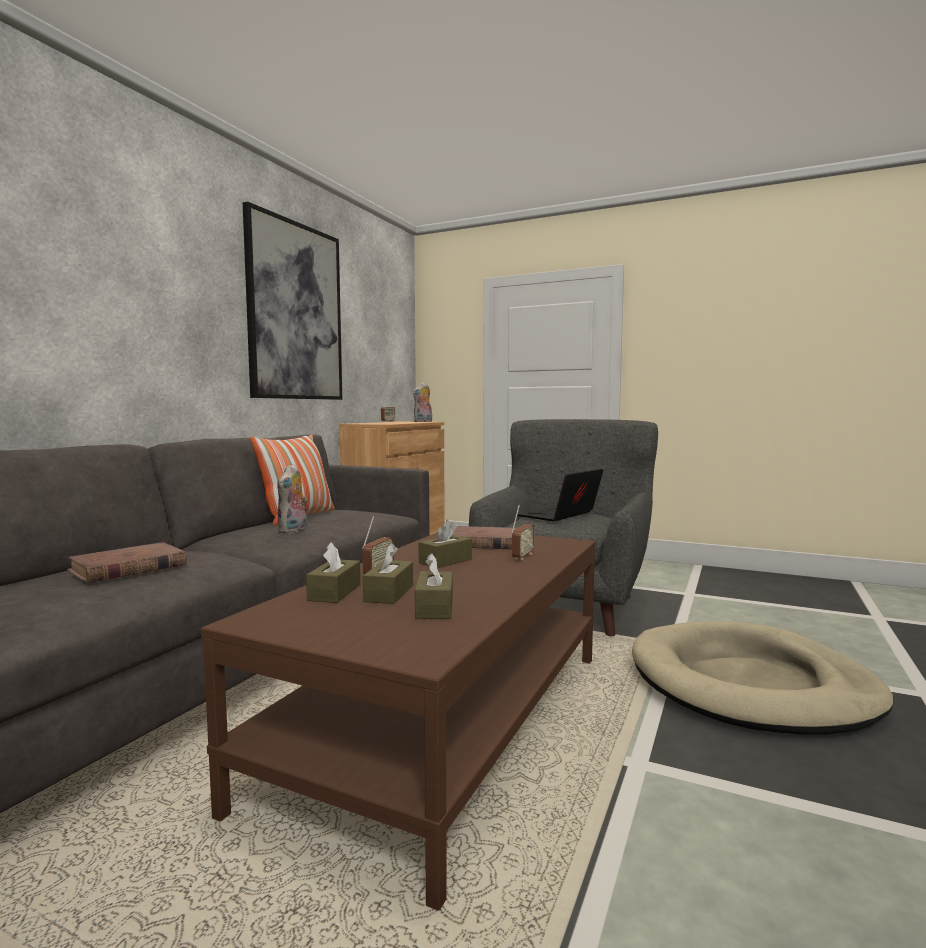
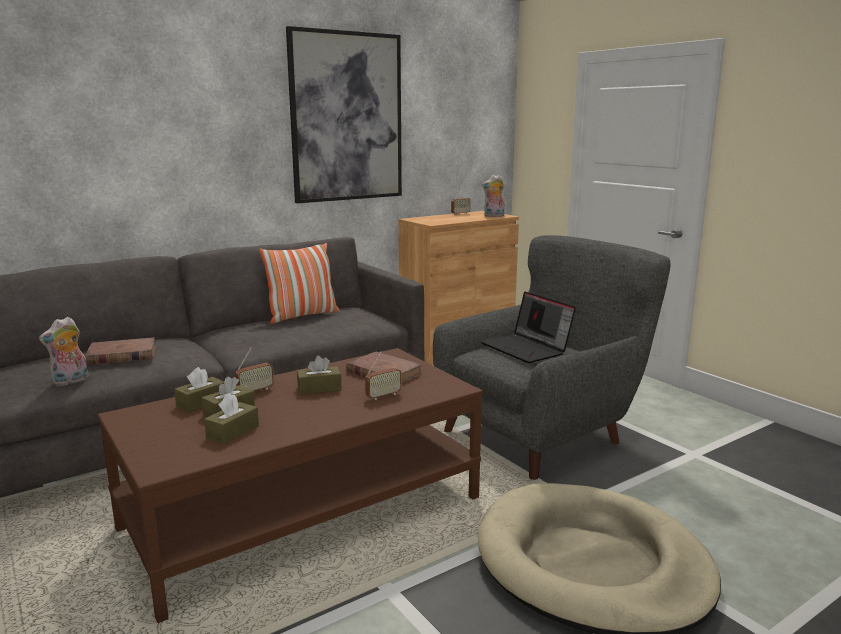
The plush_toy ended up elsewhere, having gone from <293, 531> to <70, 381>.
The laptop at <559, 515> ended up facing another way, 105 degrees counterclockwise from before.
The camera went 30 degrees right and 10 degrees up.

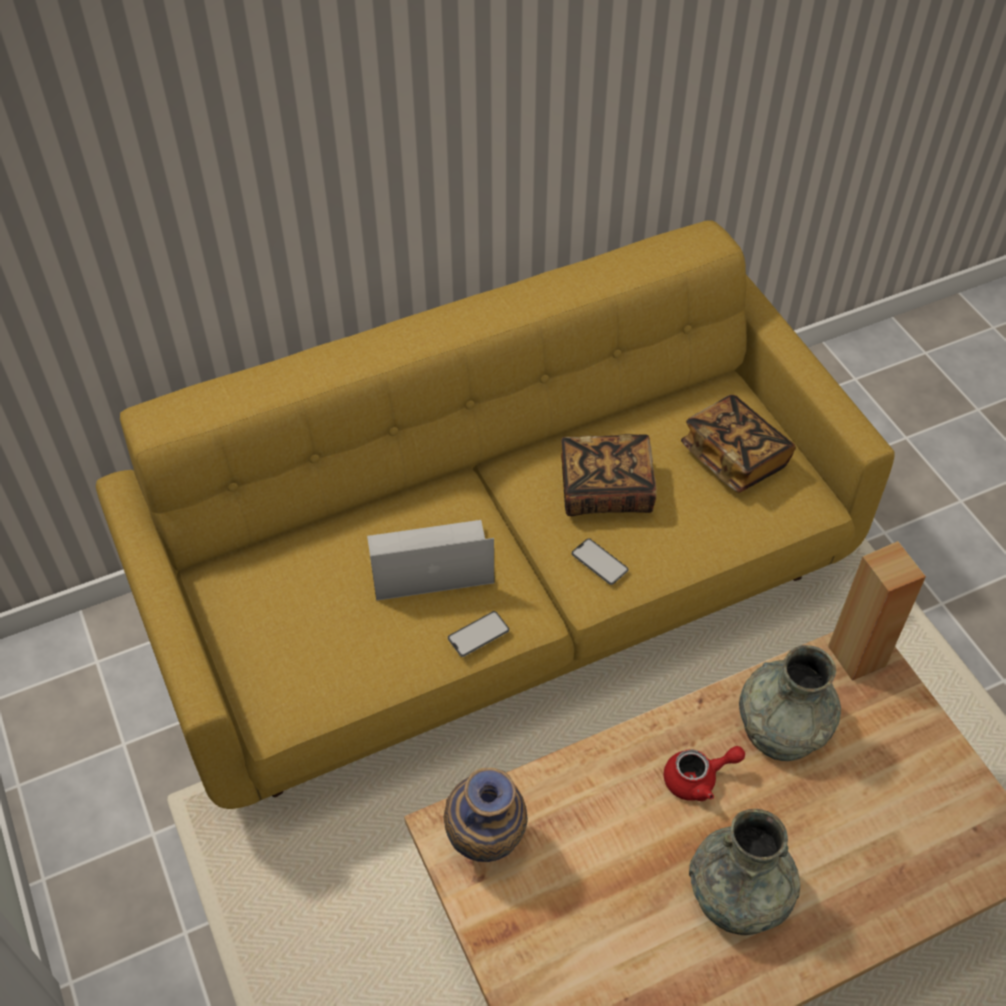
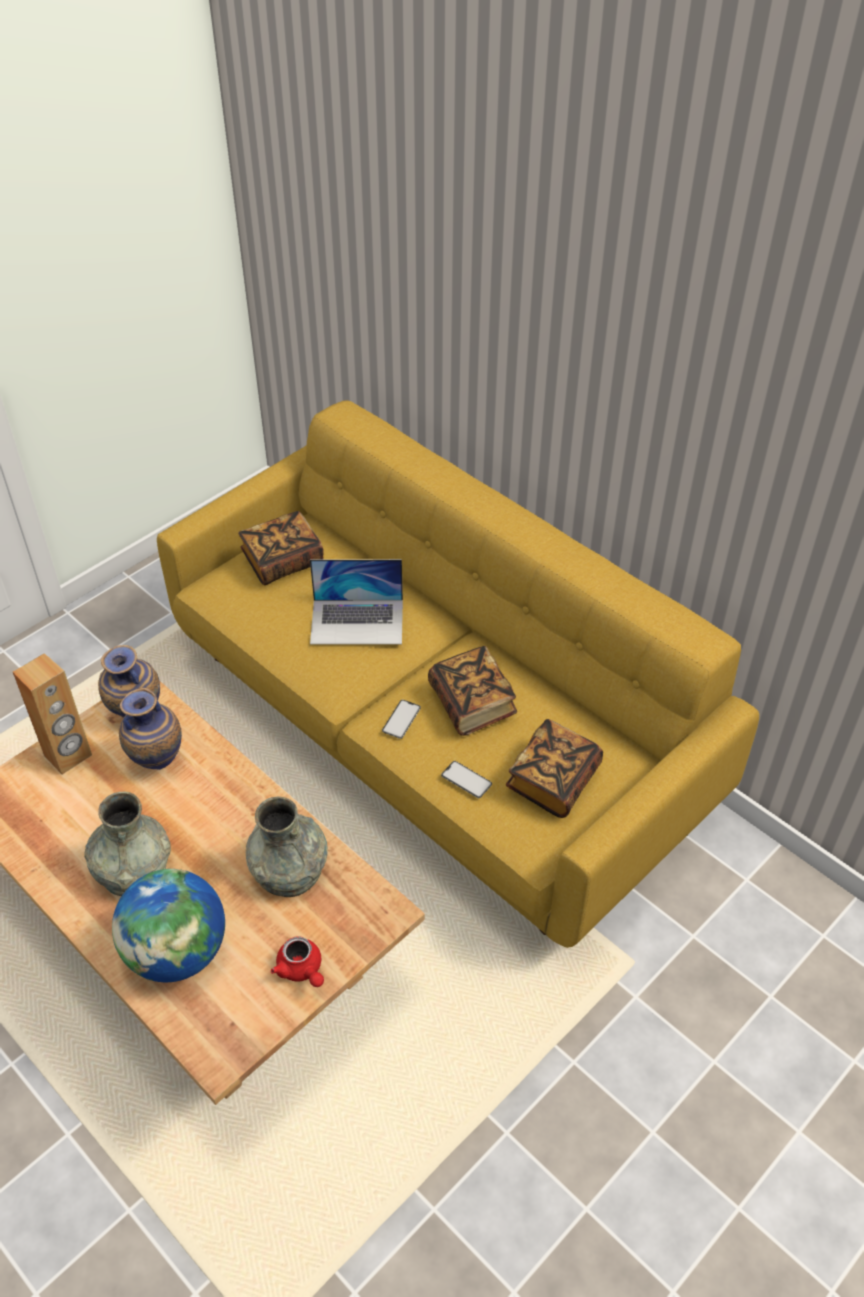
The second view gained the globe at <177, 953>.
The second view gained the vase at <158, 762>.
The second view gained the book at <283, 561>.
The phone ended up elsewhere, having gone from <478, 634> to <466, 779>.
The red_teapot ended up elsewhere, having gone from <698, 779> to <301, 970>.
The brown_speaker ended up elsewhere, having gone from <857, 655> to <68, 756>.
The laptop at <429, 560> ended up facing another way, 120 degrees clockwise from before.
The camera went 70 degrees right and 5 degrees down.

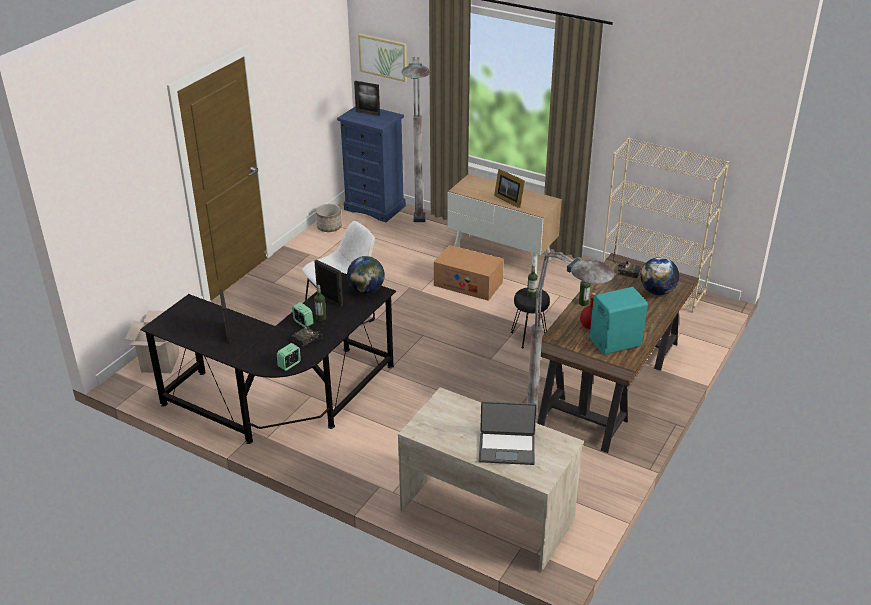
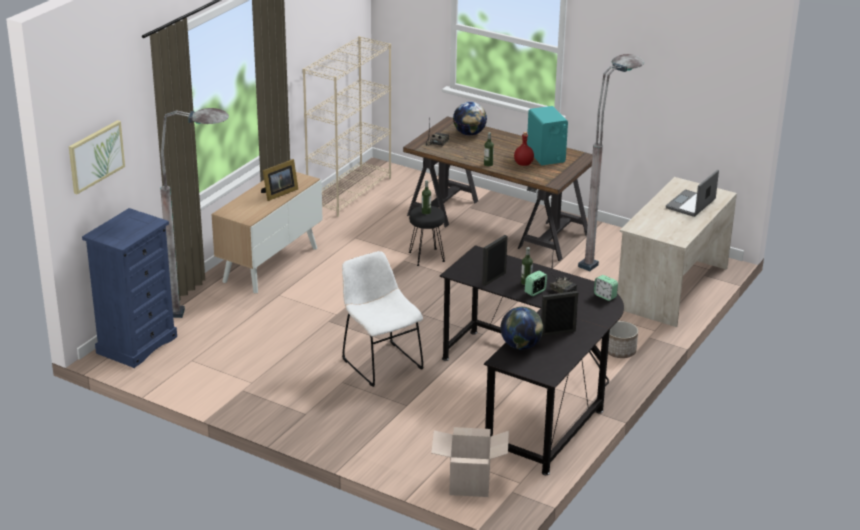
The second view lost the picture_frame at <367, 113>.
The second view lost the cardboard_box at <468, 284>.
The planter ended up elsewhere, having gone from <329, 227> to <620, 351>.
The globe ended up elsewhere, having gone from <366, 290> to <521, 346>.
The laptop at <507, 448> ended up facing another way, 150 degrees counterclockwise from before.
The camera went 90 degrees left and 5 degrees down.

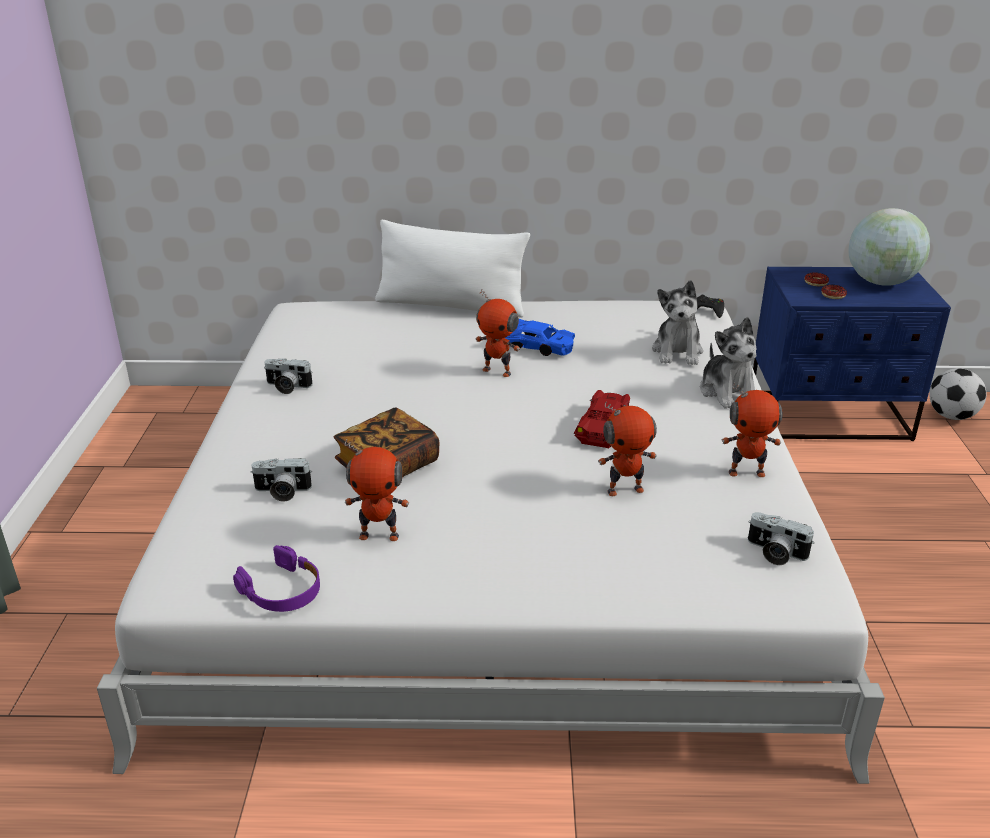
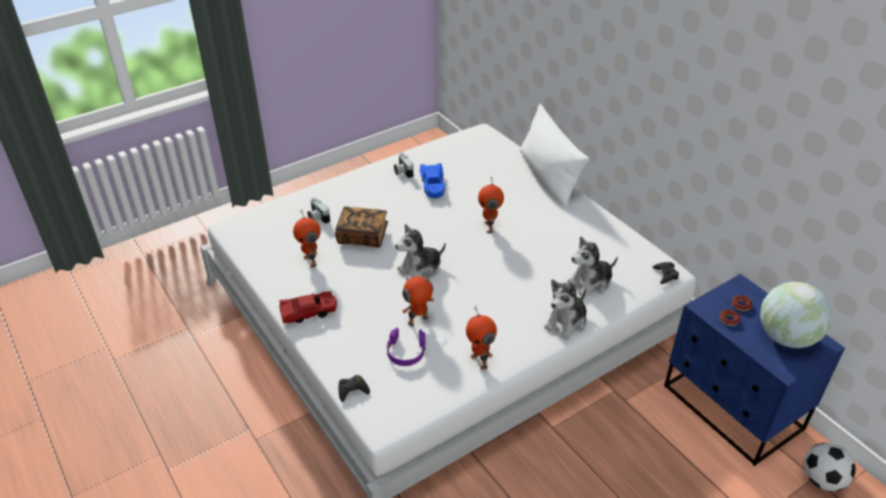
The second view lost the photo_camera at <775, 553>.
The second view gained the black_game_controller at <352, 390>.
The second view gained the plush_toy at <420, 270>.
The purple_headphones ended up elsewhere, having gone from <282, 590> to <406, 351>.
The blue_toy_car ended up elsewhere, having gone from <536, 346> to <432, 185>.
The red_toy_car ended up elsewhere, having gone from <604, 427> to <308, 312>.
The toy_robot at <625, 489> ended up facing another way, 105 degrees clockwise from before.
The camera went 55 degrees right and 10 degrees up.

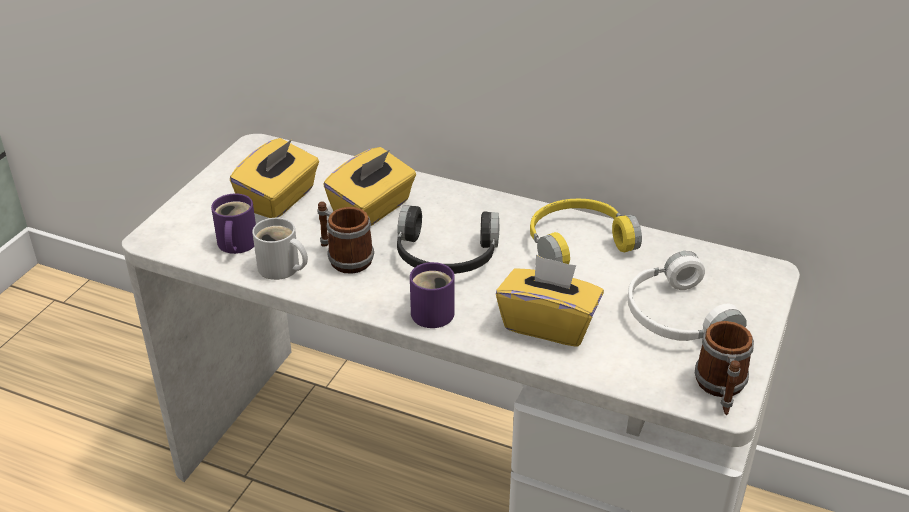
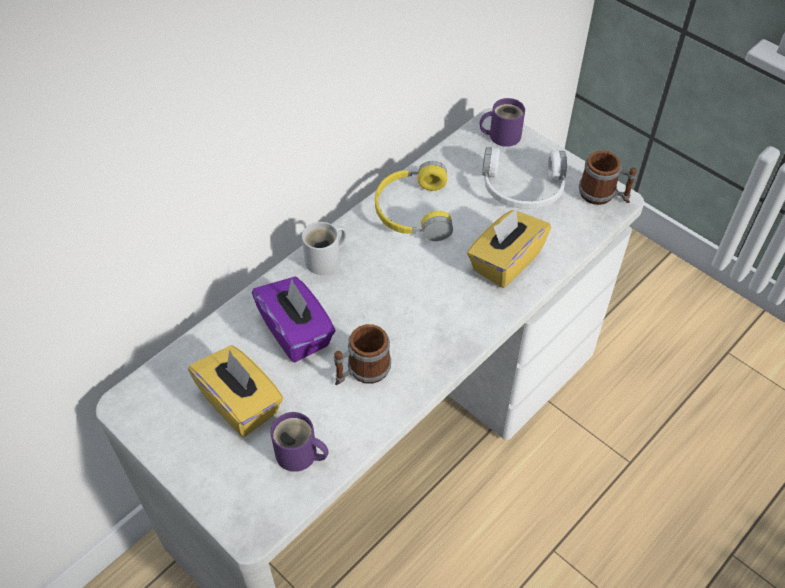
The second view lost the black_headphones at <446, 256>.
The white_mug ended up elsewhere, having gone from <281, 269> to <326, 260>.
The purple_mug ended up elsewhere, having gone from <432, 310> to <501, 135>.
What was the yellow_tissue_box at <372, 209> turned into the purple_tissue_box at <296, 332>.
The camera went 70 degrees left and 15 degrees up.

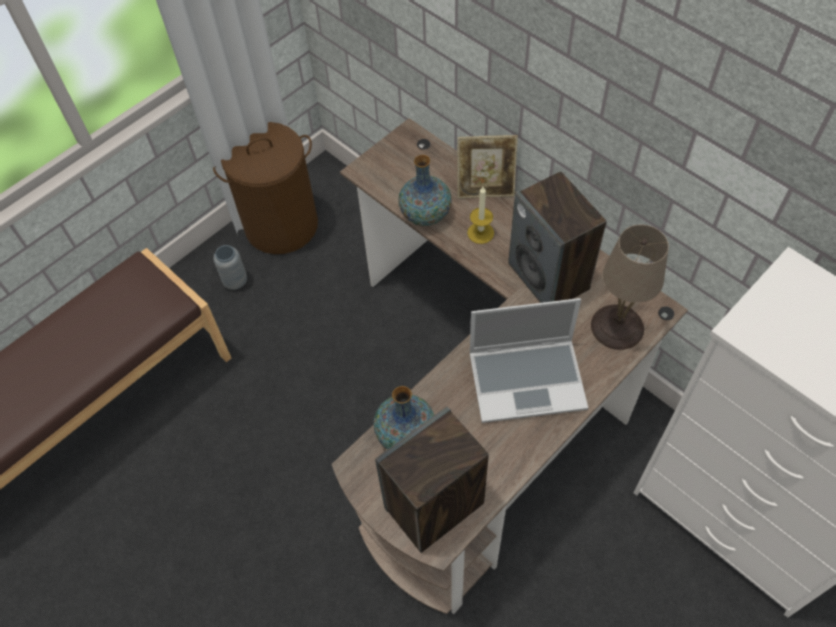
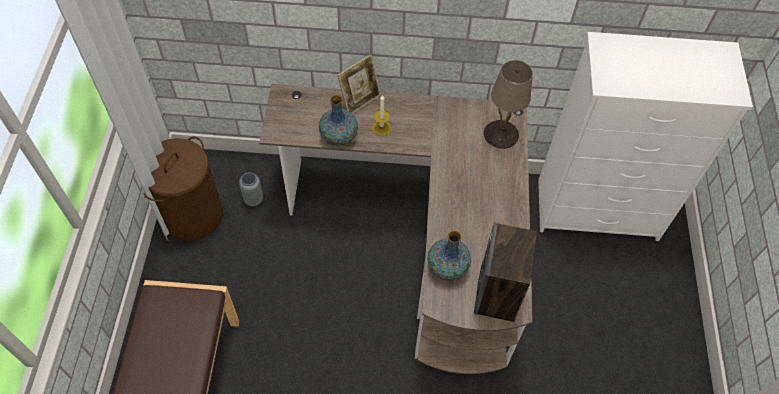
The second view lost the laptop at <528, 379>.
The second view lost the speaker at <549, 277>.
The grey_vase ended up elsewhere, having gone from <235, 281> to <253, 199>.
The camera went 45 degrees left and 0 degrees up.

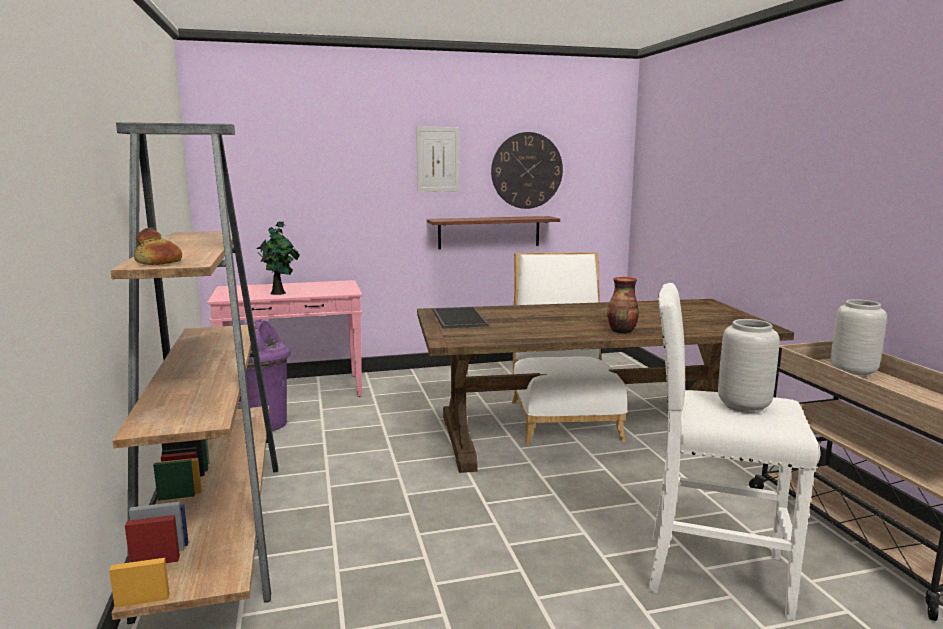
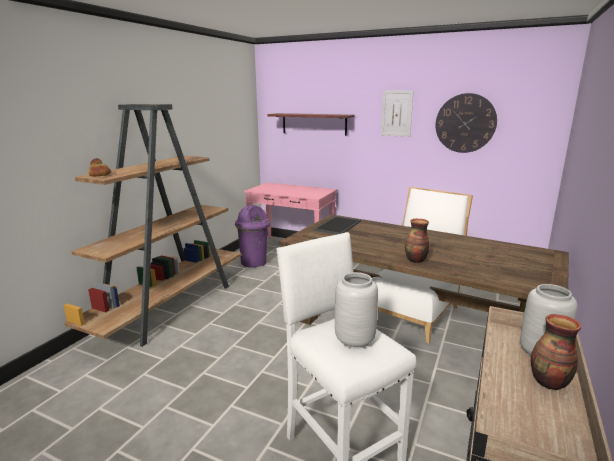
The second view lost the potted_plant at <279, 293>.
The second view gained the vase at <549, 382>.
The shelf ended up elsewhere, having gone from <489, 232> to <314, 124>.
The camera went 40 degrees right and 5 degrees up.

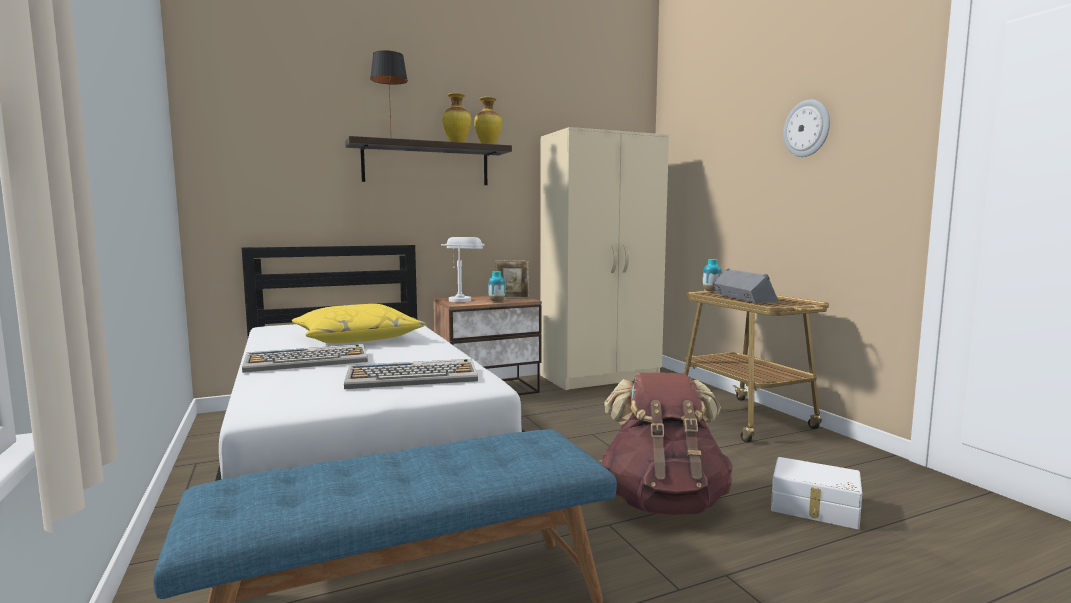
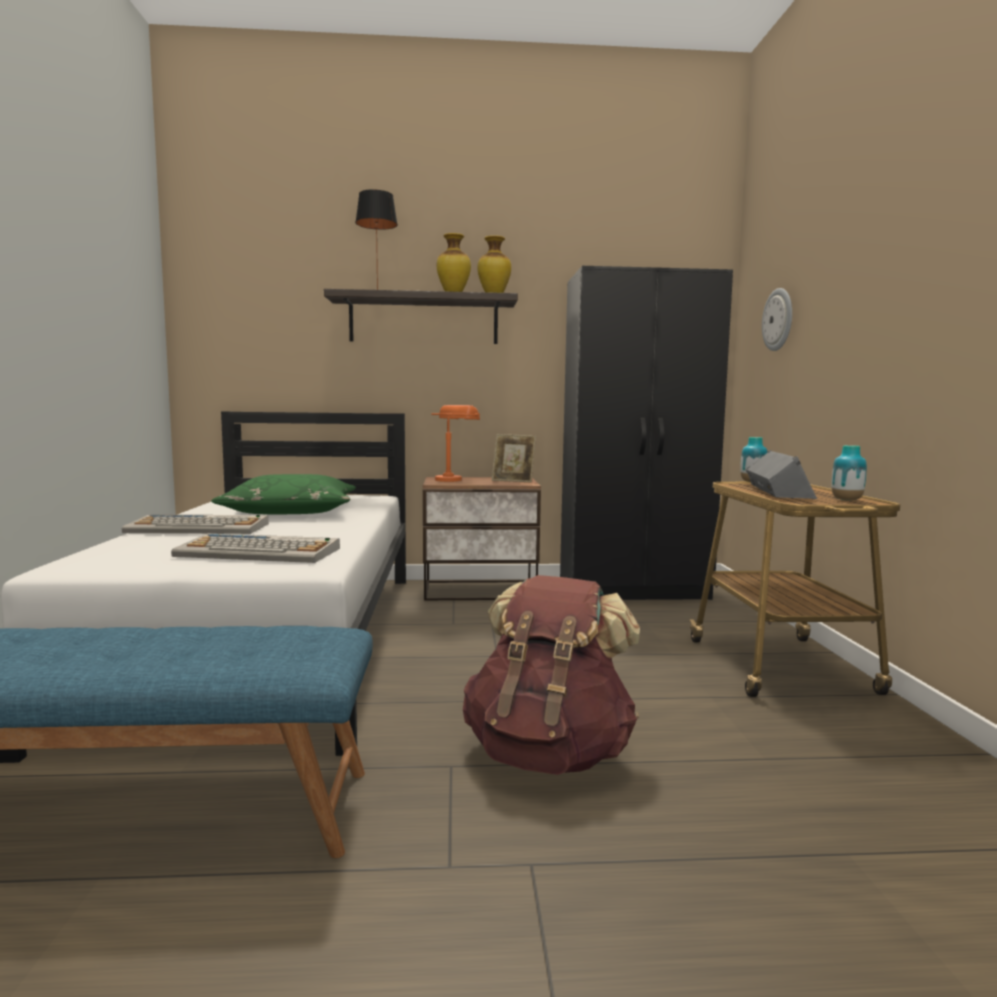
The second view lost the white_storage_box at <814, 508>.
The vase ended up elsewhere, having gone from <496, 301> to <846, 500>.
The wall_clock ended up elsewhere, having gone from <807, 128> to <778, 319>.
What was the yellow_pillow at <357, 338> turned into the green_pillow at <291, 511>.
What was the white_table_lamp at <462, 299> turned into the orange_table_lamp at <453, 479>.
What was the beige_wardrobe at <601, 377> turned into the black_wardrobe at <634, 590>.
The camera went 20 degrees right and 0 degrees up.

